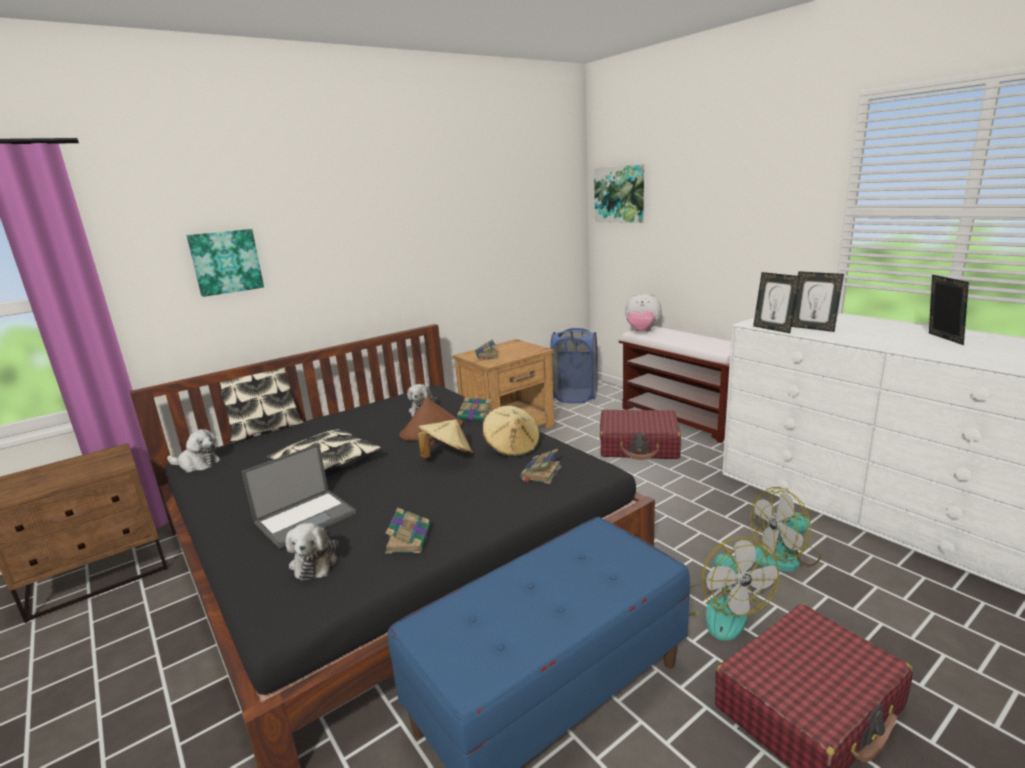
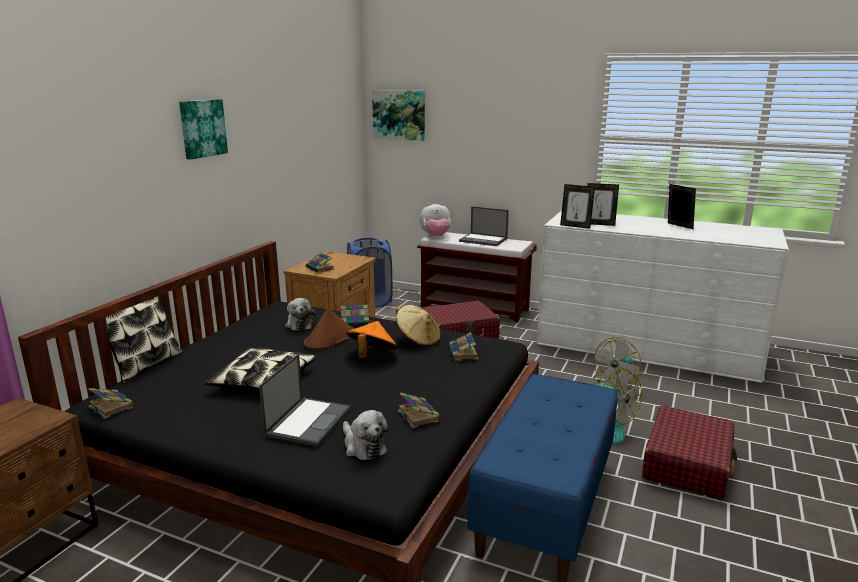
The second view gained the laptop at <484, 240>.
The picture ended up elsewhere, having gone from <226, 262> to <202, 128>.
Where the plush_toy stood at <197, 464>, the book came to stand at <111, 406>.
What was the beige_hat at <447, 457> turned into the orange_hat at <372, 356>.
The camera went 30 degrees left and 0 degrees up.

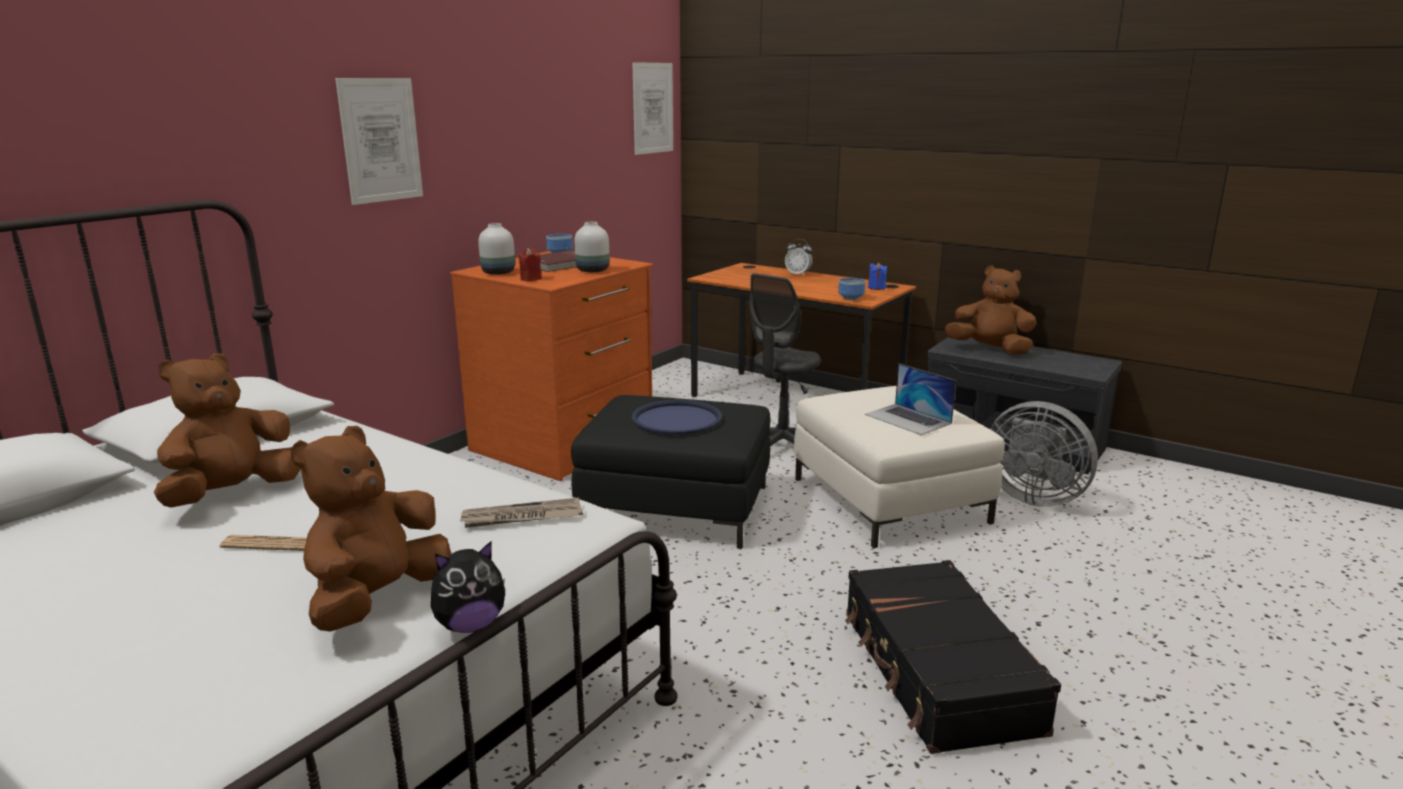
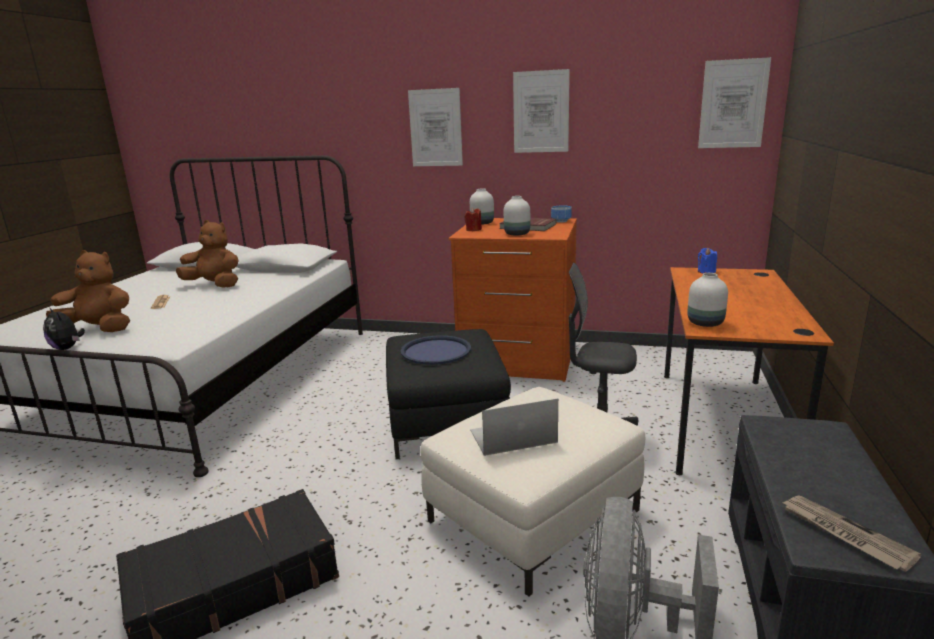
The second view lost the alarm_clock at <798, 275>.
The second view lost the brown_plush_toy at <990, 350>.
The second view gained the picture at <541, 112>.
The newspaper ended up elsewhere, having gone from <522, 517> to <844, 534>.
The blue_candle ended up elsewhere, having gone from <876, 288> to <706, 271>.
Where the bowl stood at <852, 298>, the white_vase came to stand at <706, 323>.
The laptop at <908, 419> ended up facing another way, 45 degrees clockwise from before.
The camera went 70 degrees right and 0 degrees up.

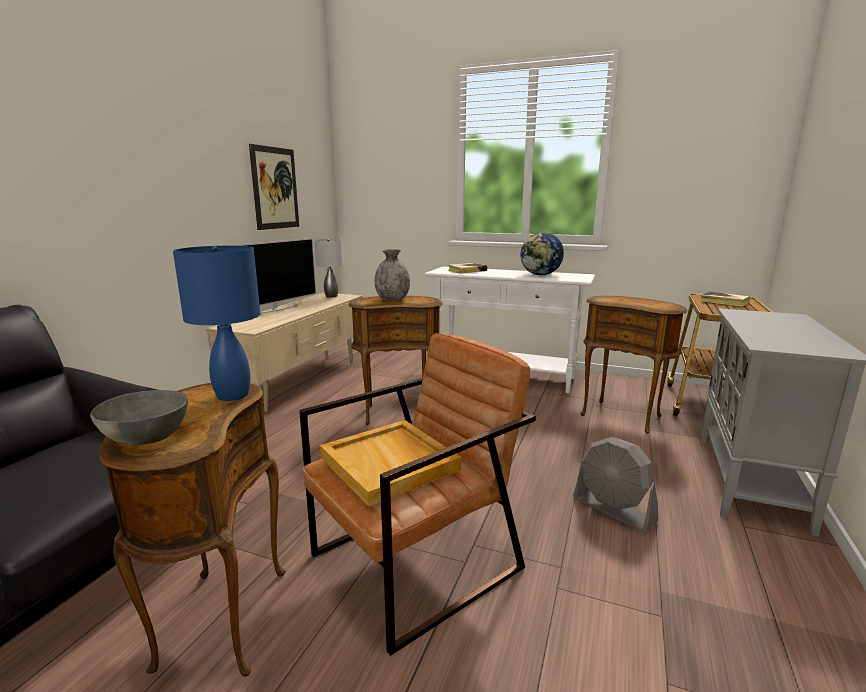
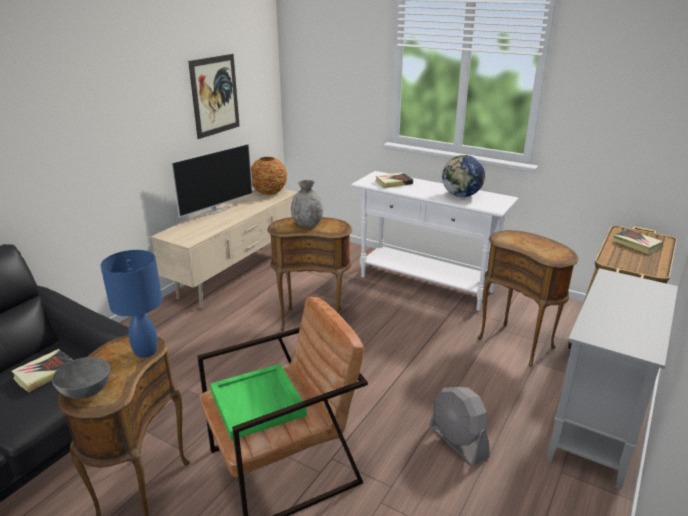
The second view gained the book at <45, 373>.
Where the grey_table_lamp stood at <331, 296>, the vase came to stand at <269, 192>.
What was the beige_tray at <390, 464> turned into the green_tray at <258, 403>.
The camera went 10 degrees right and 10 degrees up.

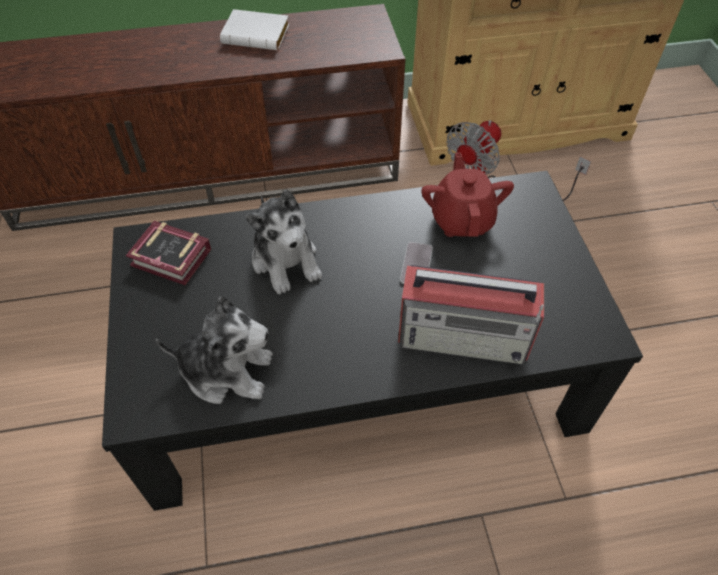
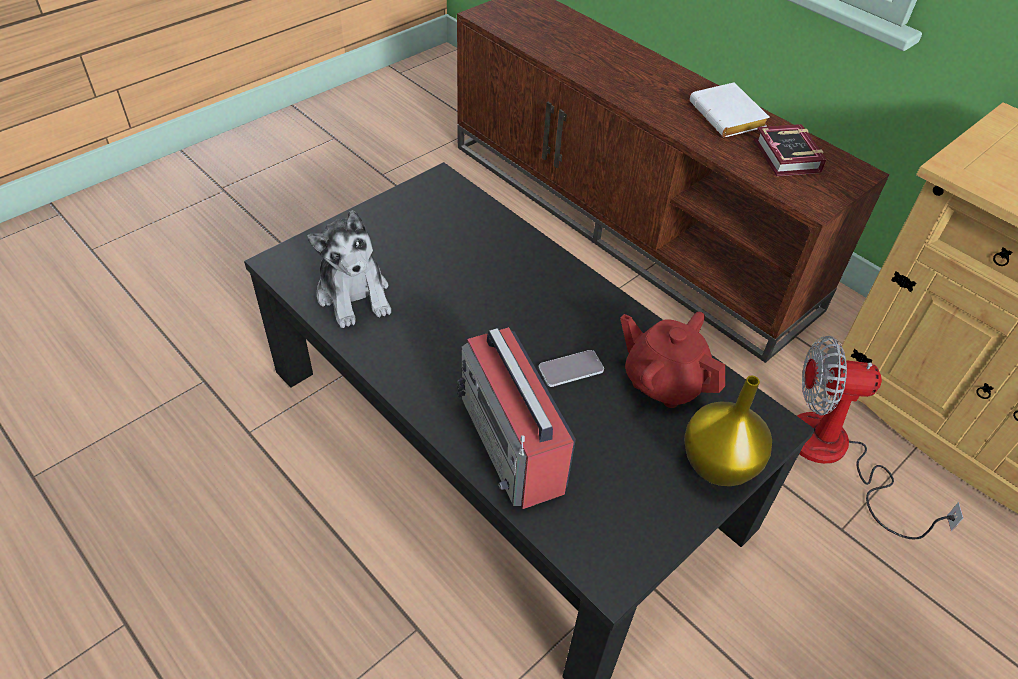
The second view lost the plush_toy at <286, 260>.
The second view gained the yellow_vase at <717, 466>.
The book ended up elsewhere, having gone from <173, 260> to <786, 158>.
The red_teapot at <462, 220> ended up facing another way, 105 degrees counterclockwise from before.
The camera went 55 degrees right and 5 degrees down.

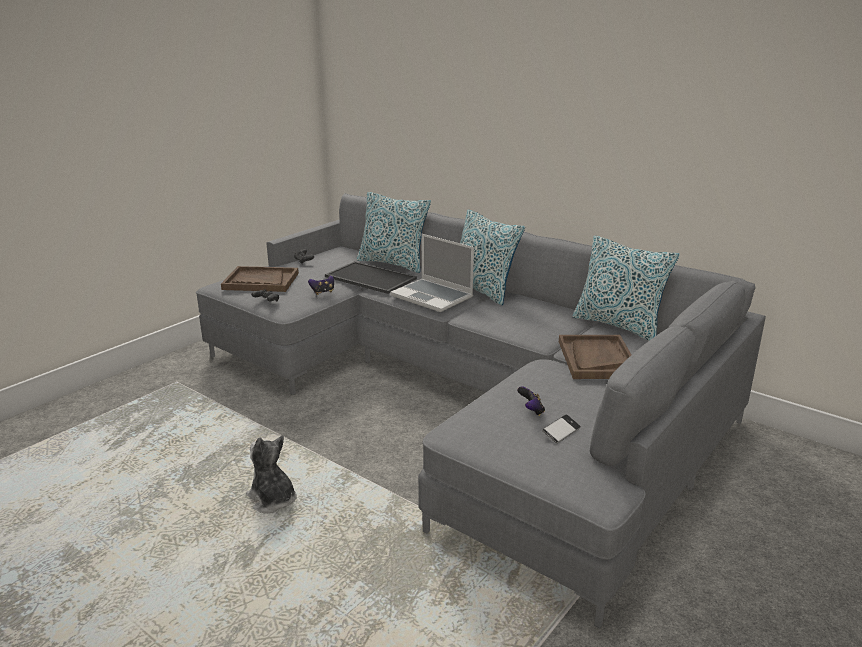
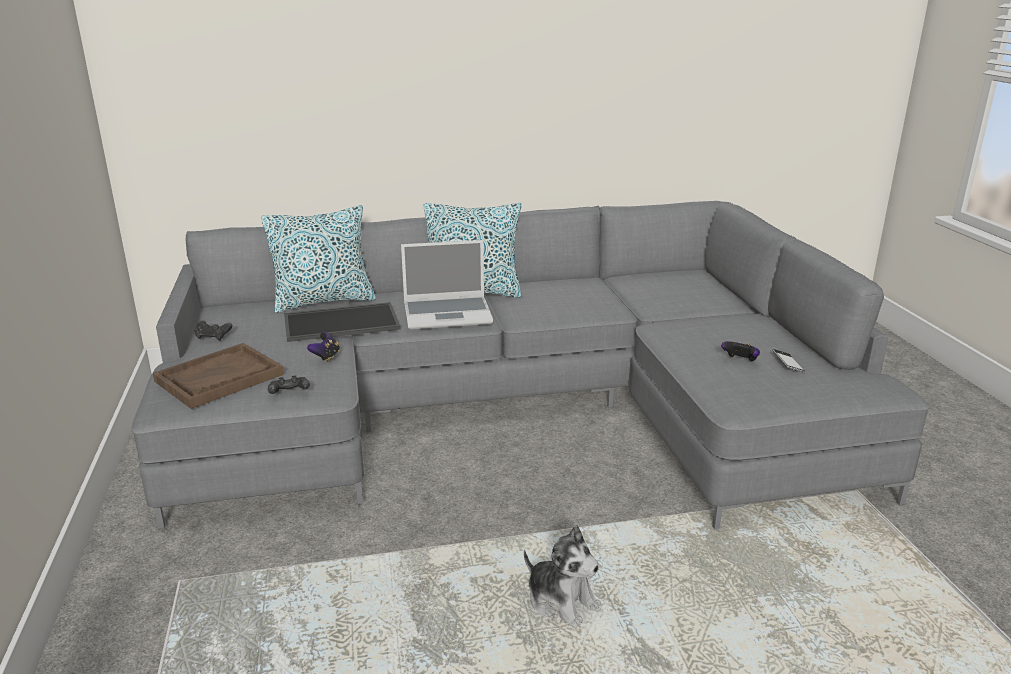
The second view lost the brown_tray at <596, 359>.
The second view lost the pillow at <618, 325>.
The plush_toy at <272, 500> ended up facing another way, 135 degrees counterclockwise from before.
The camera went 50 degrees left and 0 degrees up.

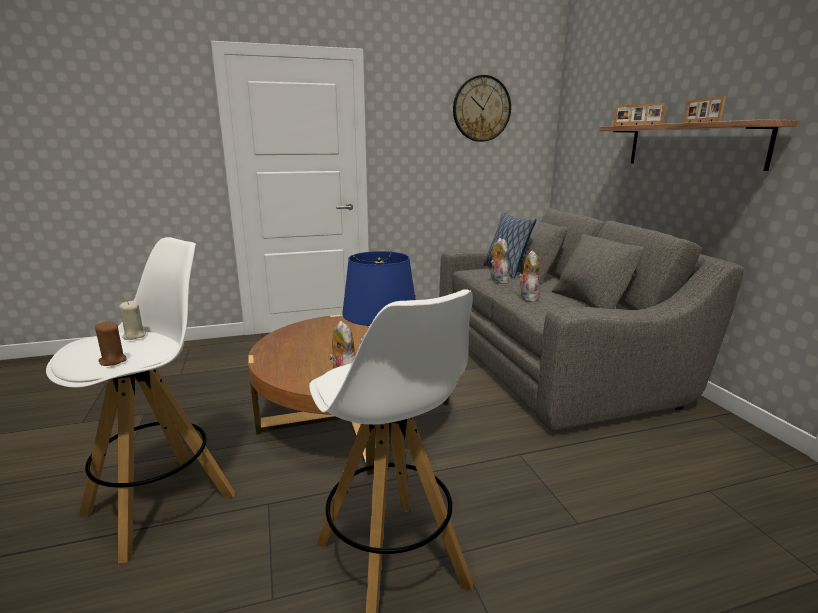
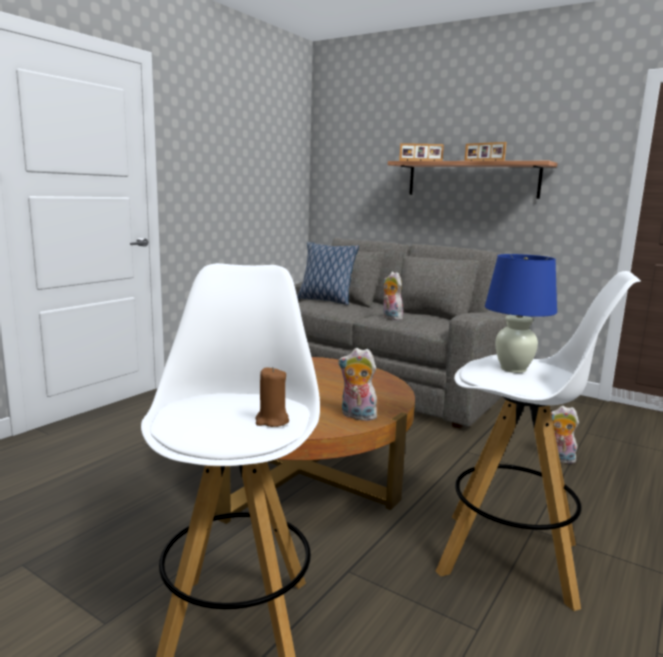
The second view lost the beige_candle at <134, 336>.
The second view lost the wall_clock at <481, 109>.
The plush_toy ended up elsewhere, having gone from <497, 281> to <558, 459>.
The camera went 40 degrees left and 5 degrees down.

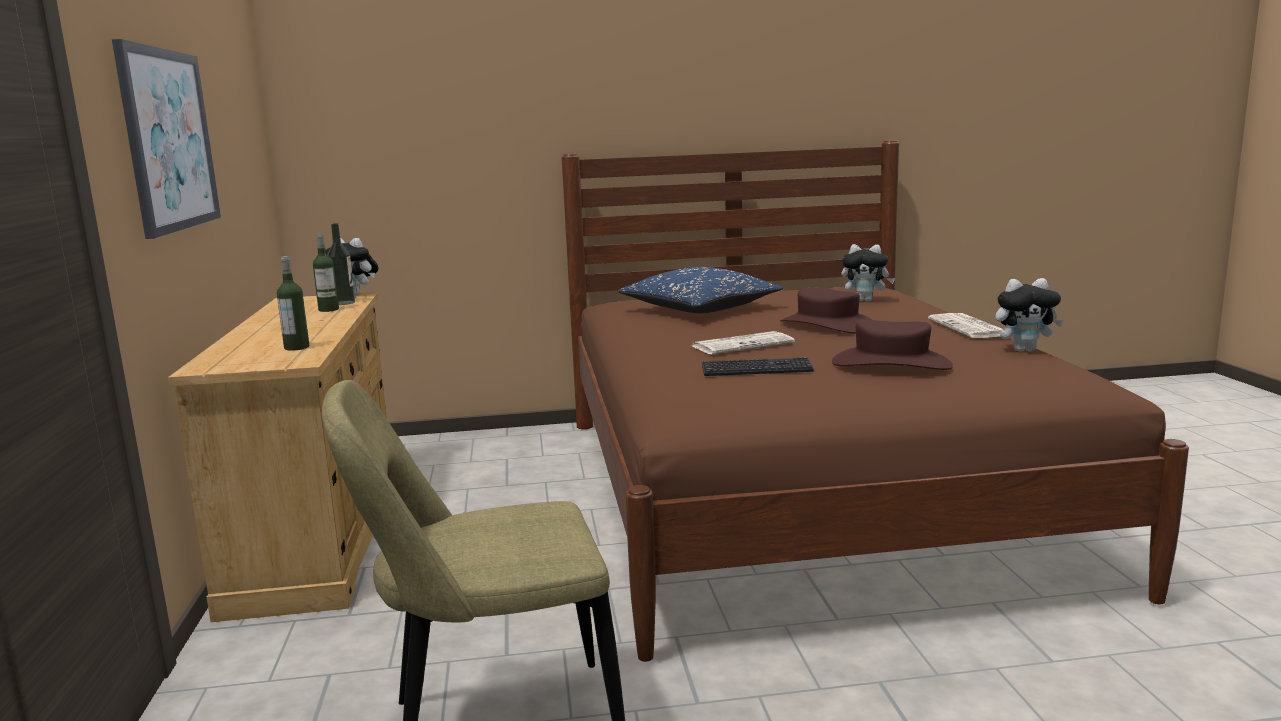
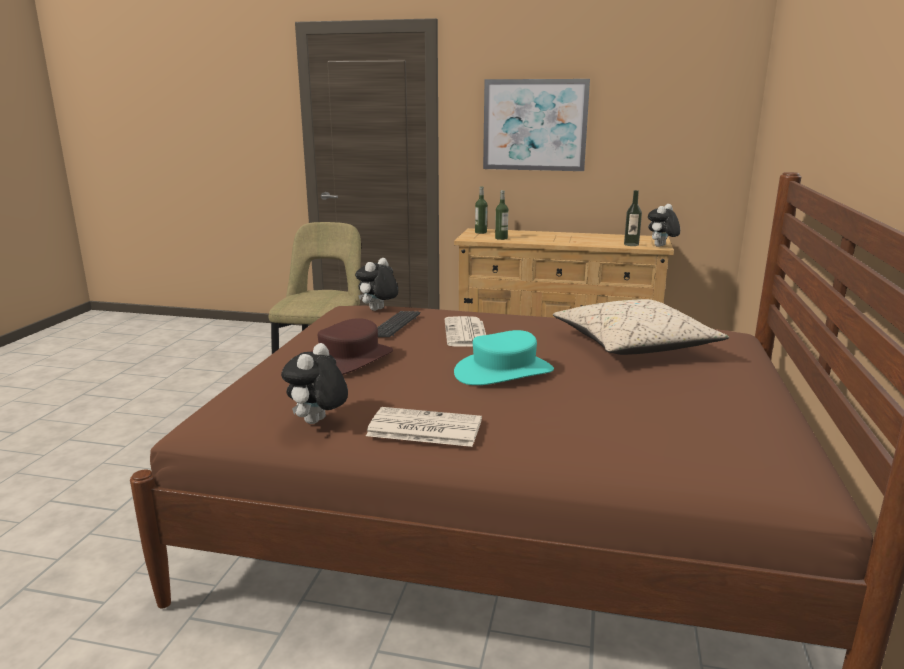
The bottle ended up elsewhere, having gone from <328, 309> to <480, 232>.
The plush_toy ended up elsewhere, having gone from <866, 300> to <378, 310>.
What was the blue_pillow at <699, 309> turned into the beige_pillow at <633, 345>.
What was the brown_hat at <827, 325> turned into the turquoise_hat at <504, 372>.
The camera went 110 degrees right and 5 degrees up.

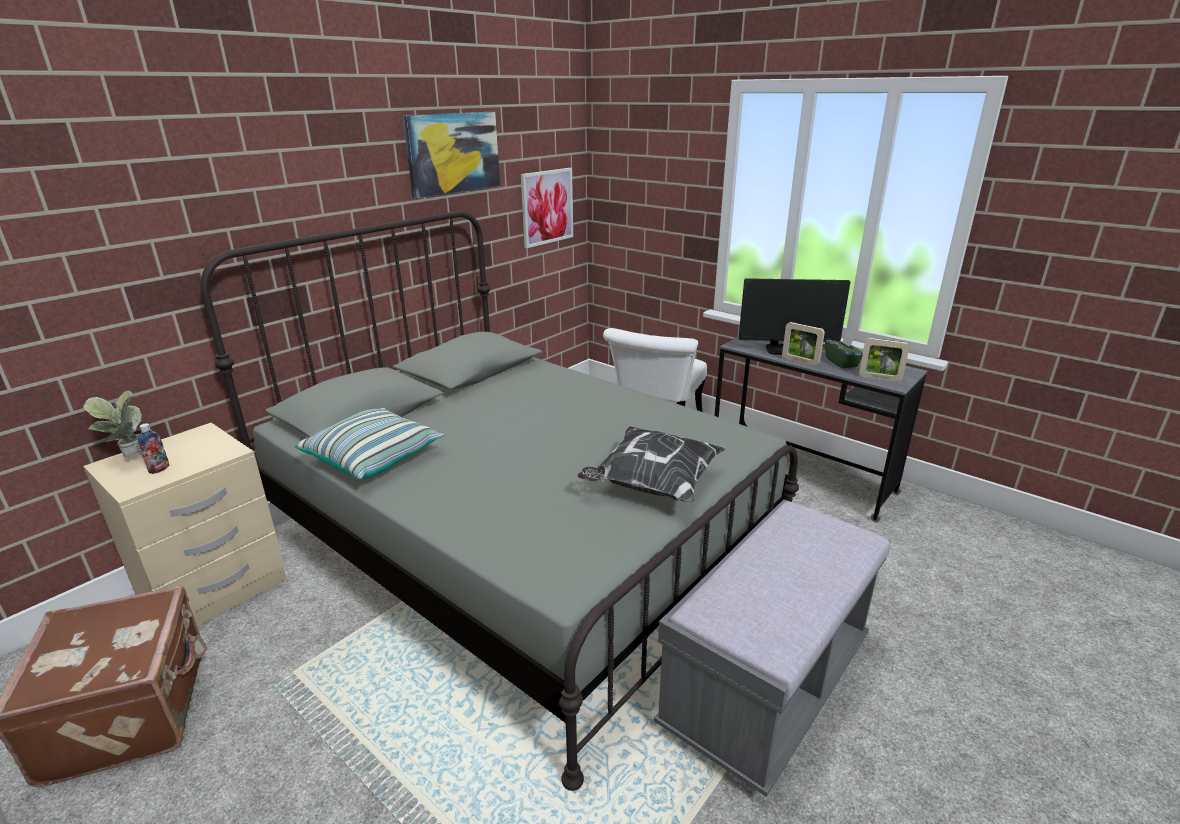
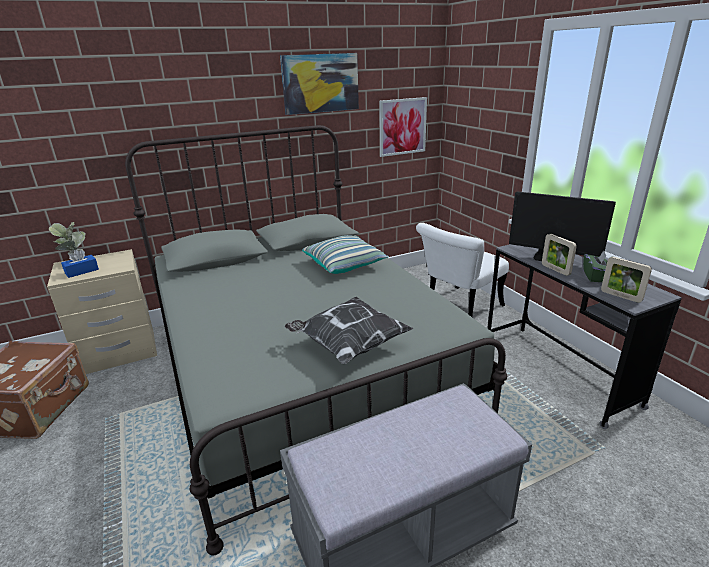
The pillow ended up elsewhere, having gone from <374, 457> to <345, 264>.
Where the bottle stood at <159, 469>, the blue_tissue_box came to stand at <82, 271>.
The camera went 25 degrees right and 0 degrees up.

